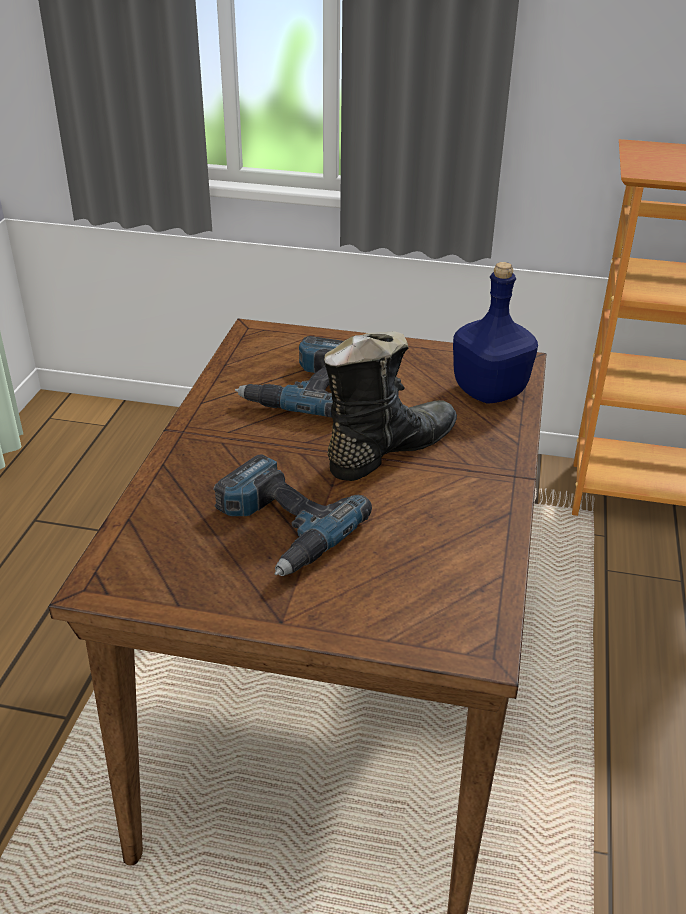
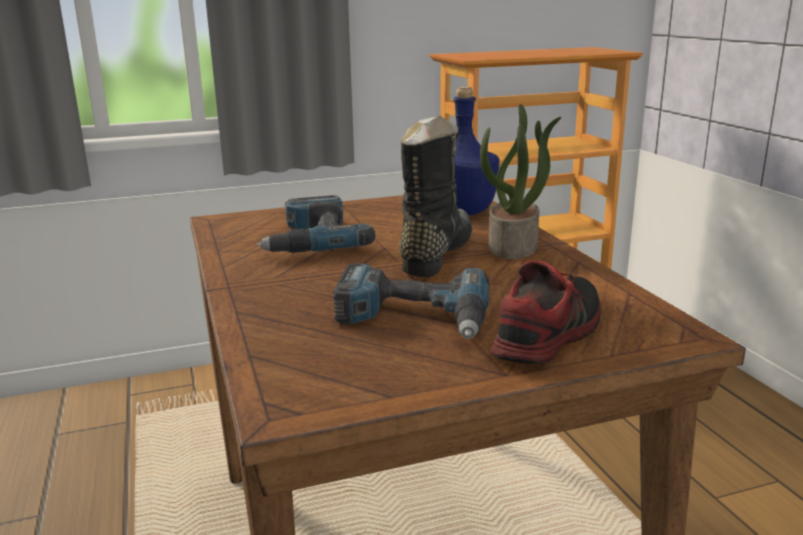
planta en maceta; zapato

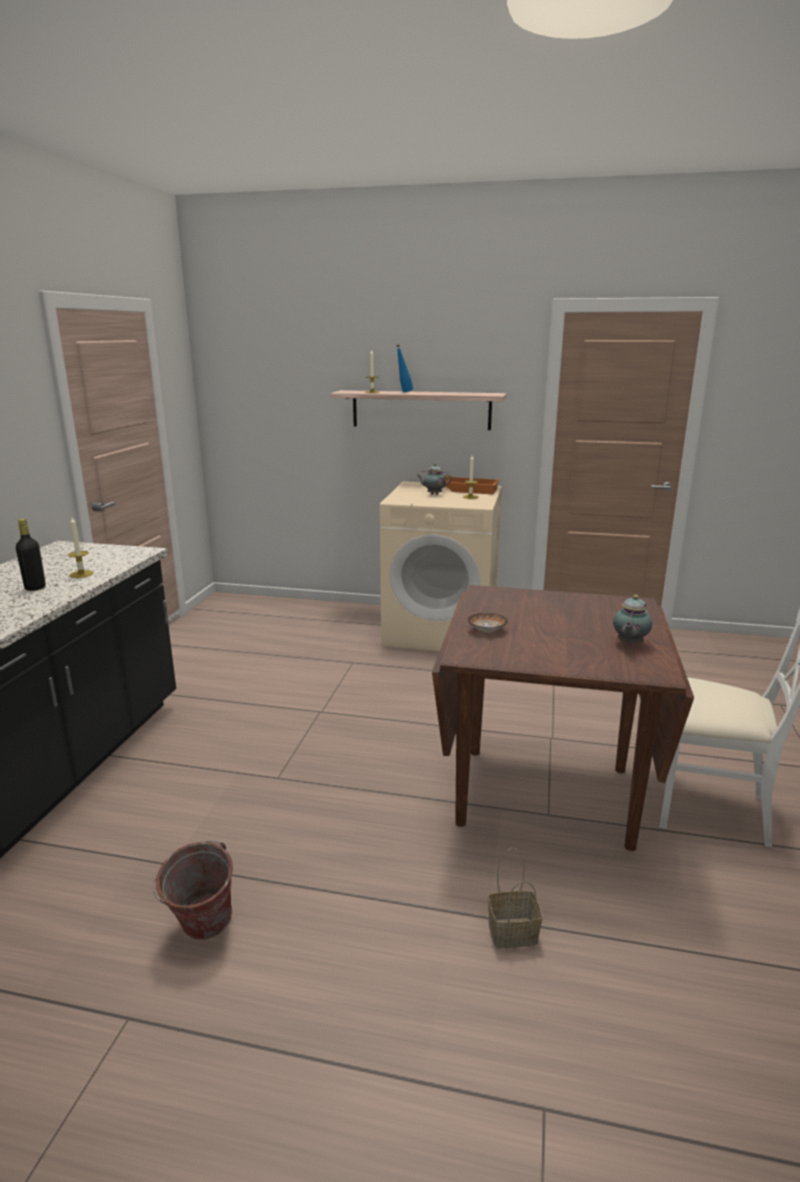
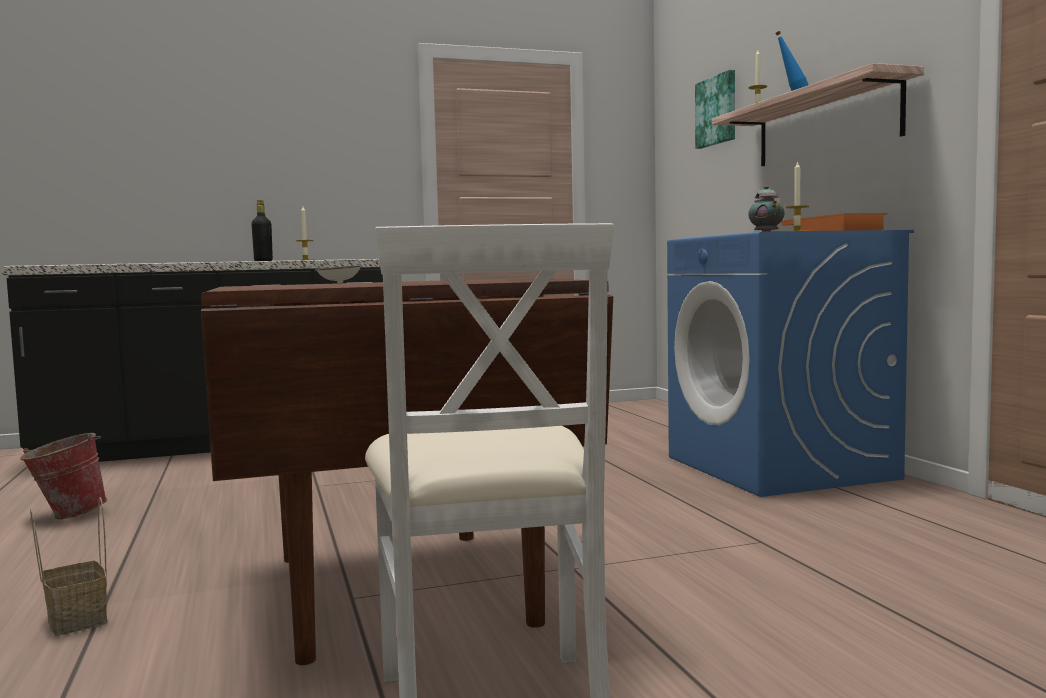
lavadora [azul]; cuadro; tetera (2nd from left in the first image)

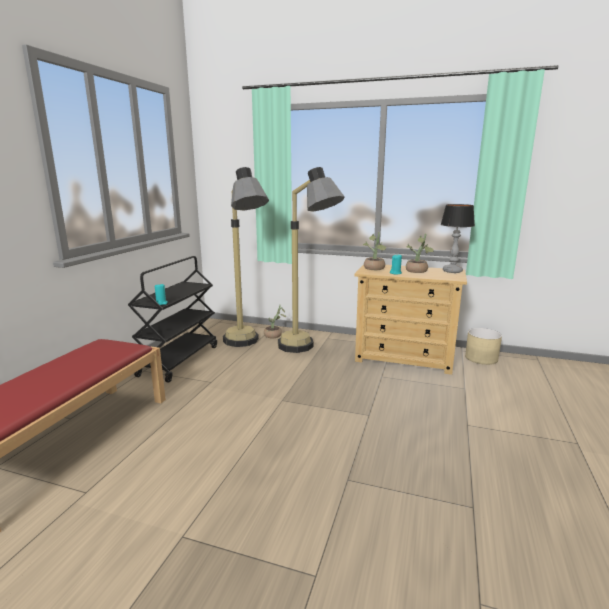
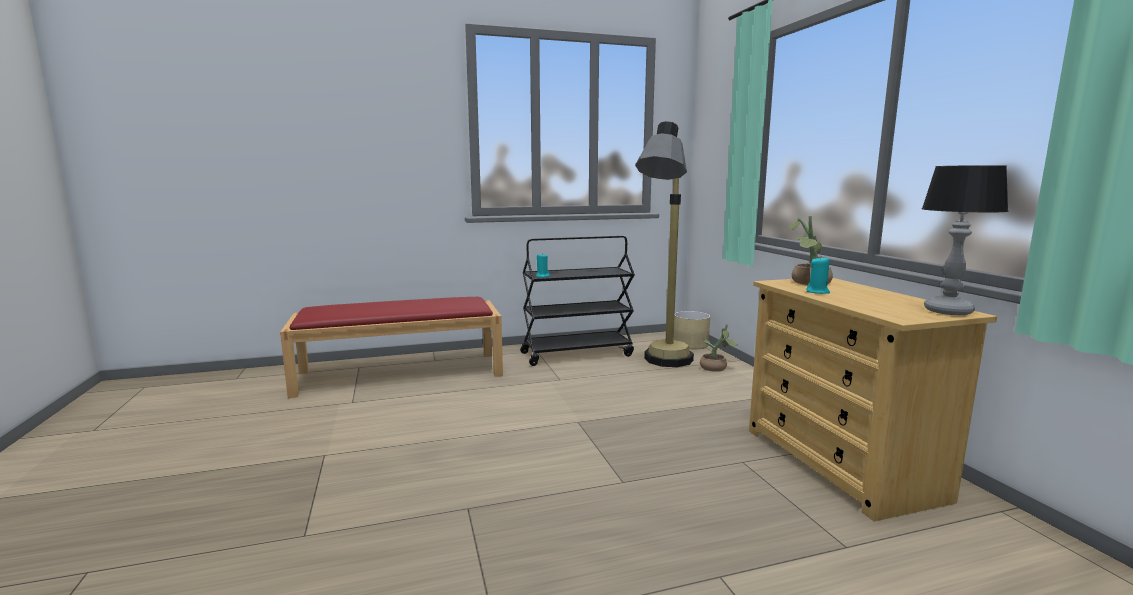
maceta [beis]; lámpara de pie (2nd from left in the first image); planta en maceta (3rd from left in the first image)

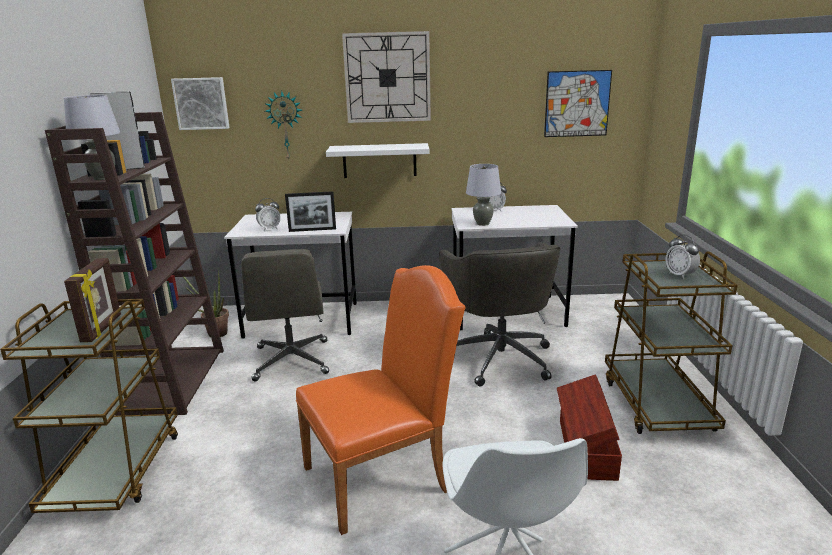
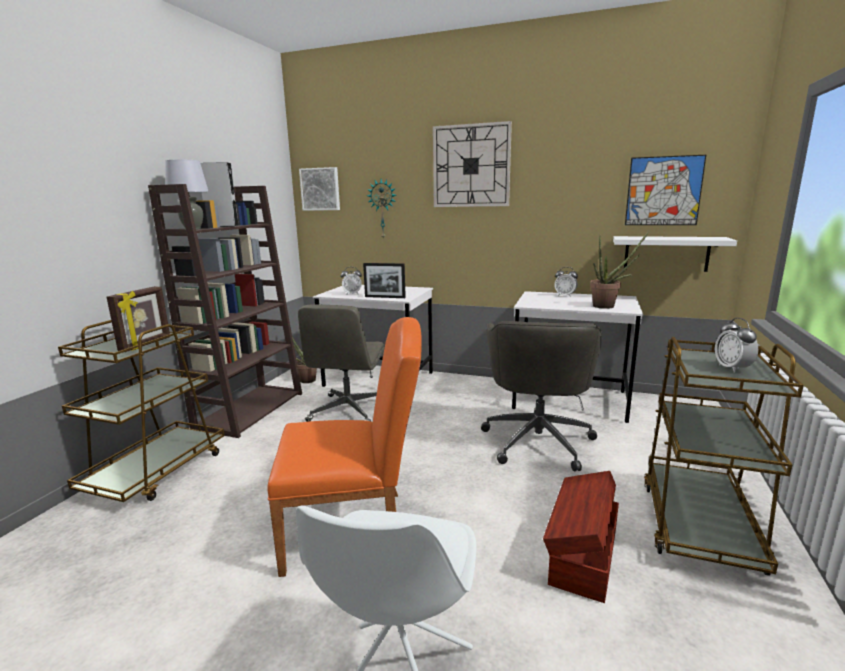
planta en maceta (2nd from left); estante [blanco]; lámpara de mesa [gris] (2nd from left in the first image)

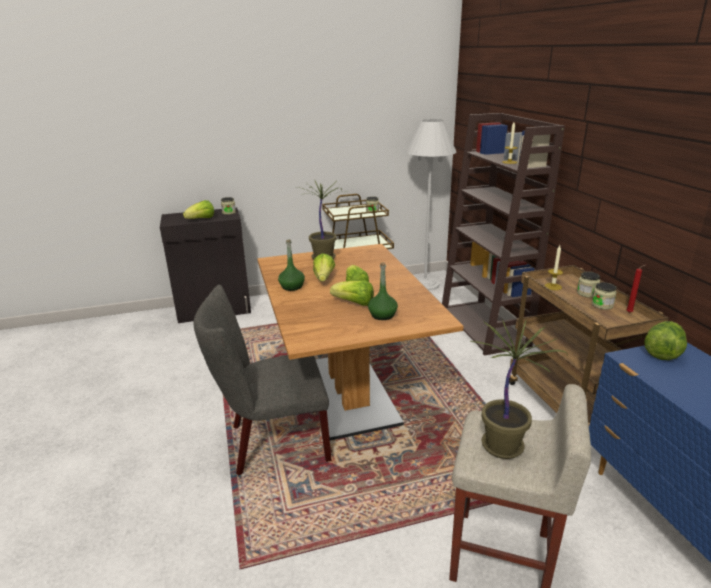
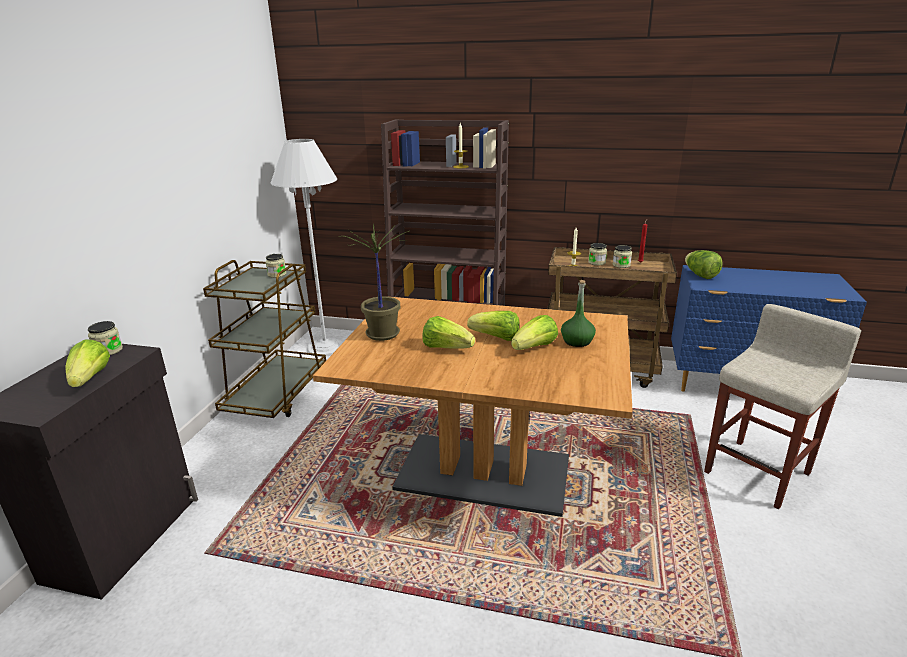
silla [gris]; botella [verde] (1st from left in the first image); planta en maceta (2nd from left in the first image)

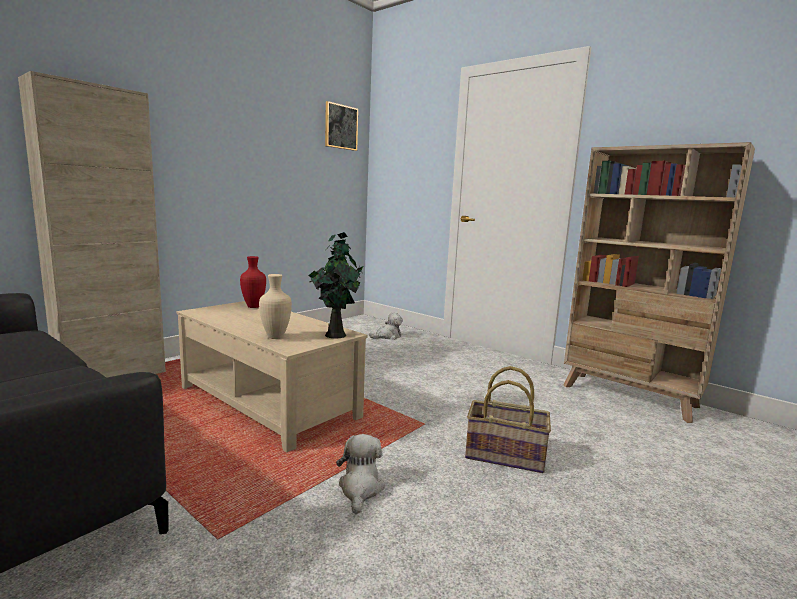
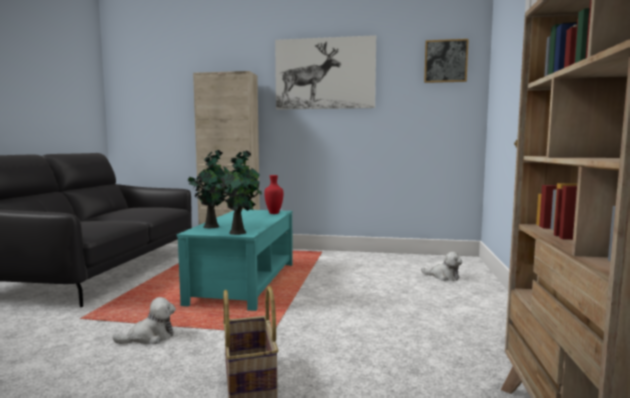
mesa de centro [turquesa]; planta en maceta (1st from left); cuadro (1st from left)

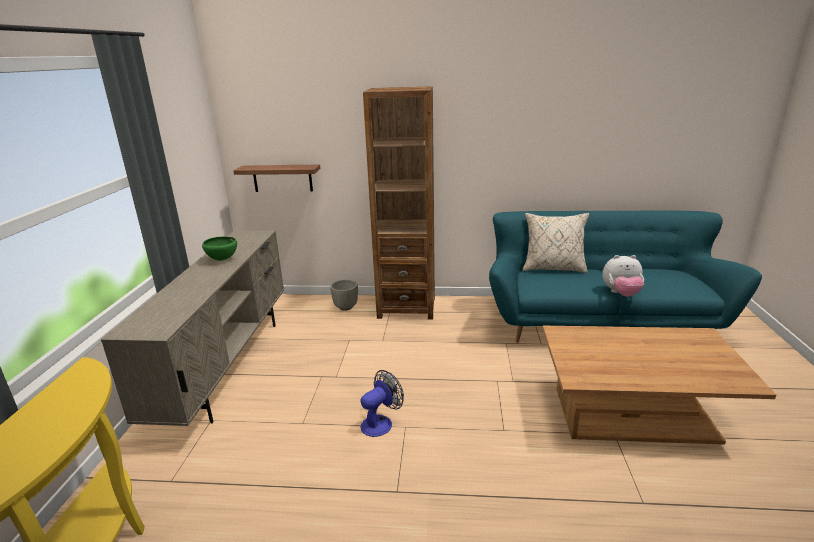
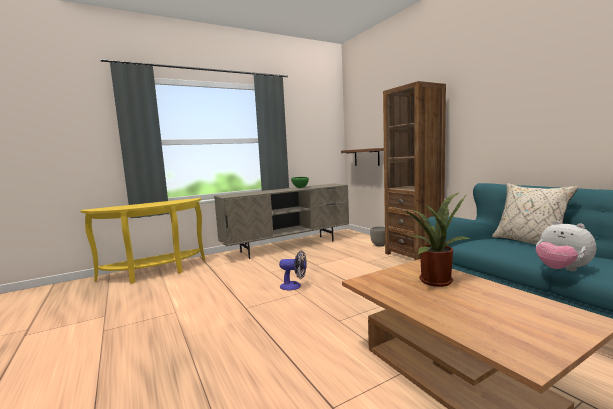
planta en maceta

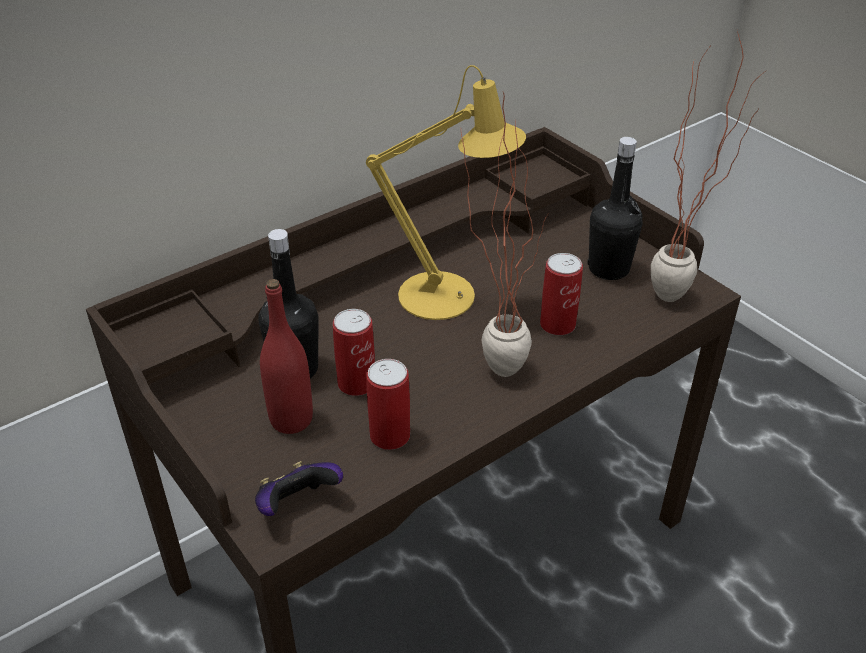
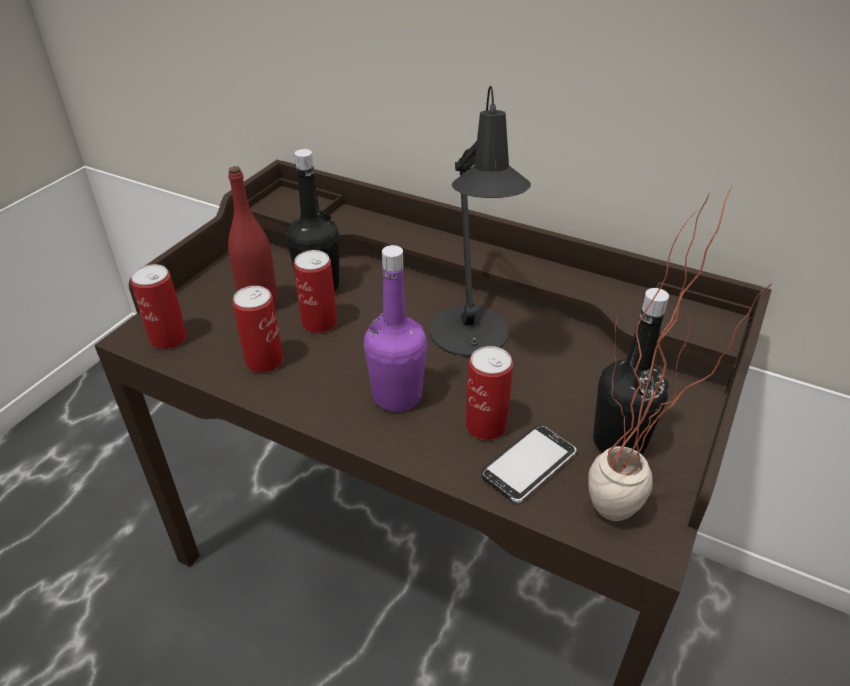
lata (1st from left); botella [morado]; lámpara de mesa [negro]; móvil

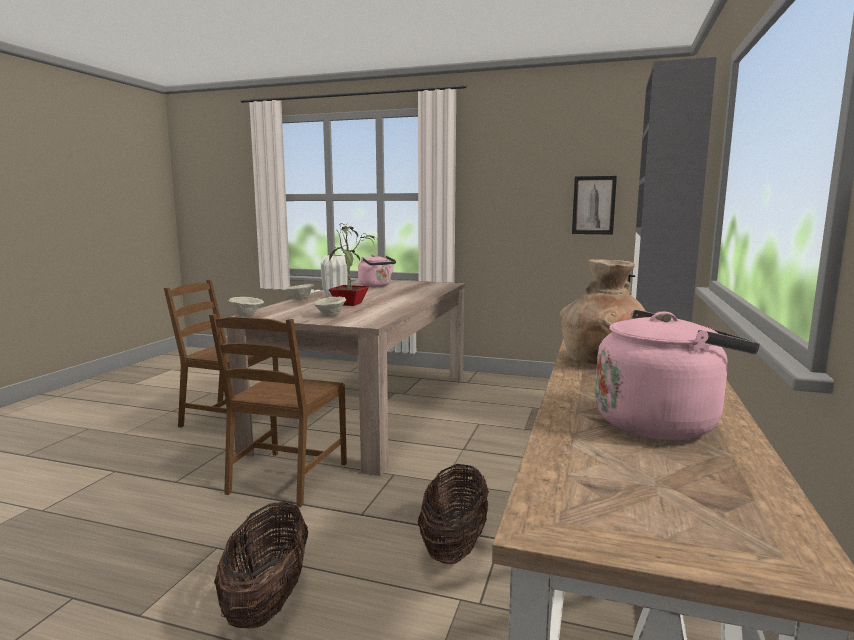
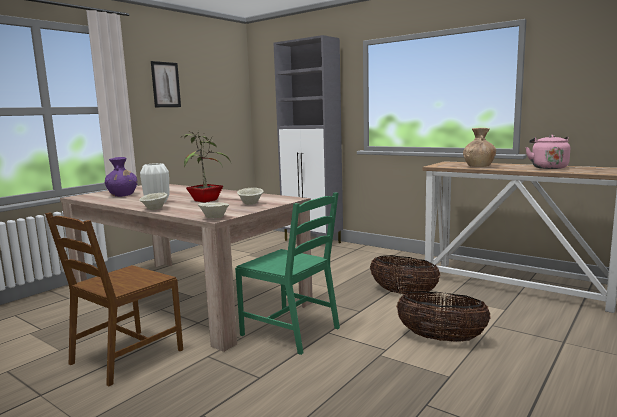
florero [morado]; cuadro; silla [verde]

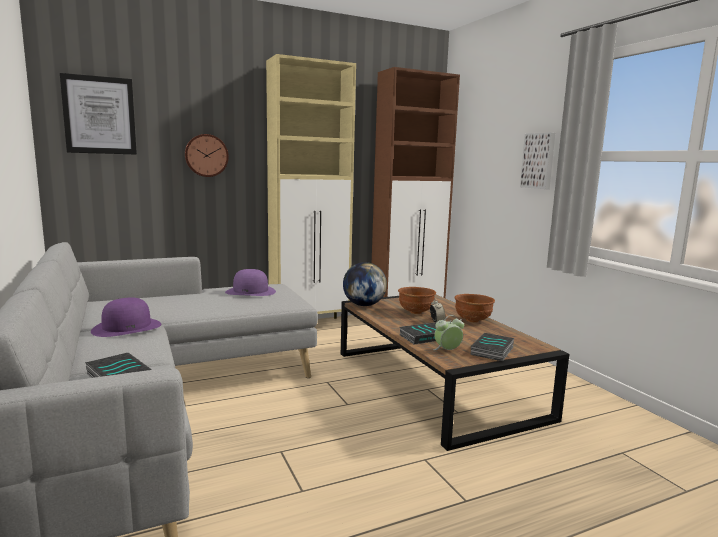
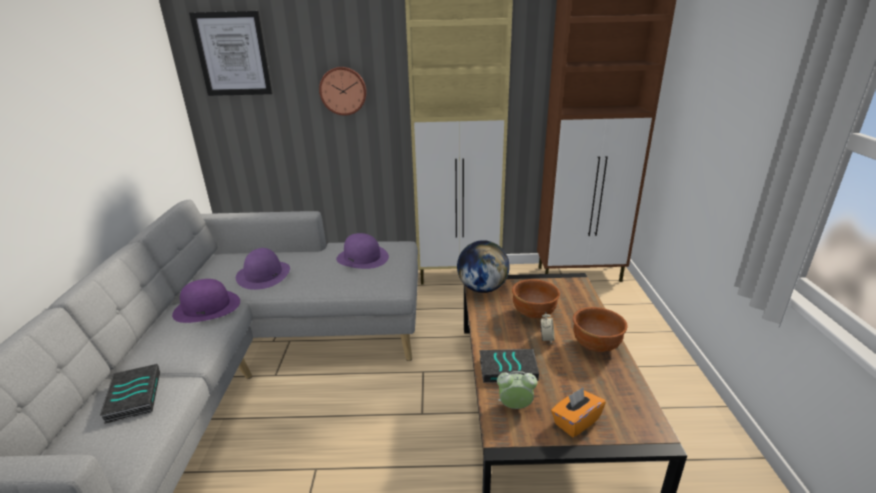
sombrero [morado] (2nd from left); caja de pañuelos [naranja]; cuadro (2nd from left in the first image)

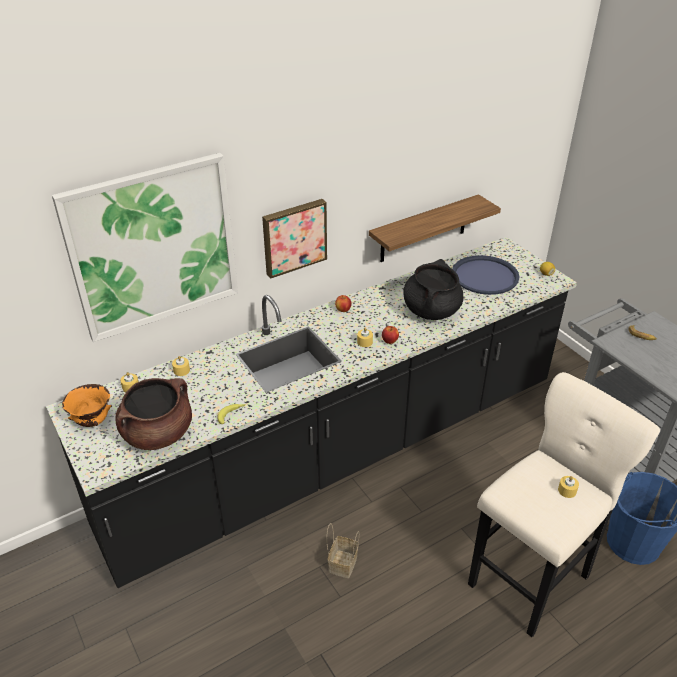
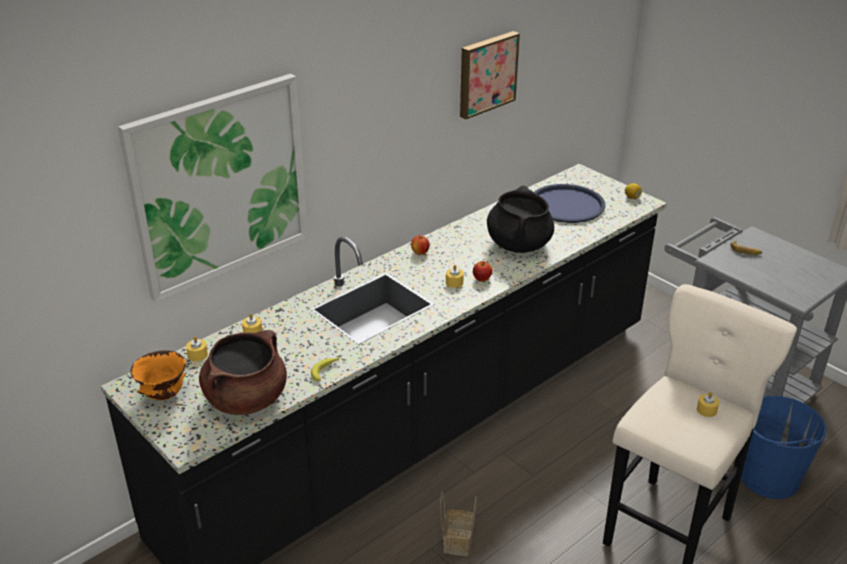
cuadro (2nd from left); estante

